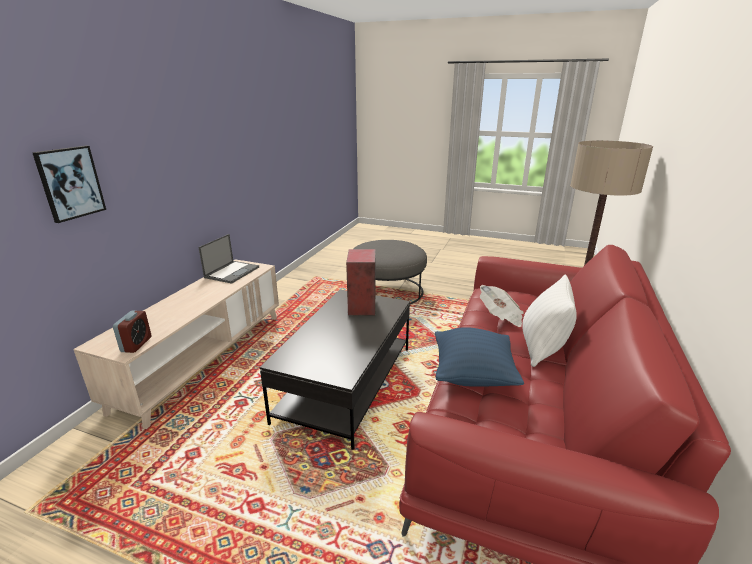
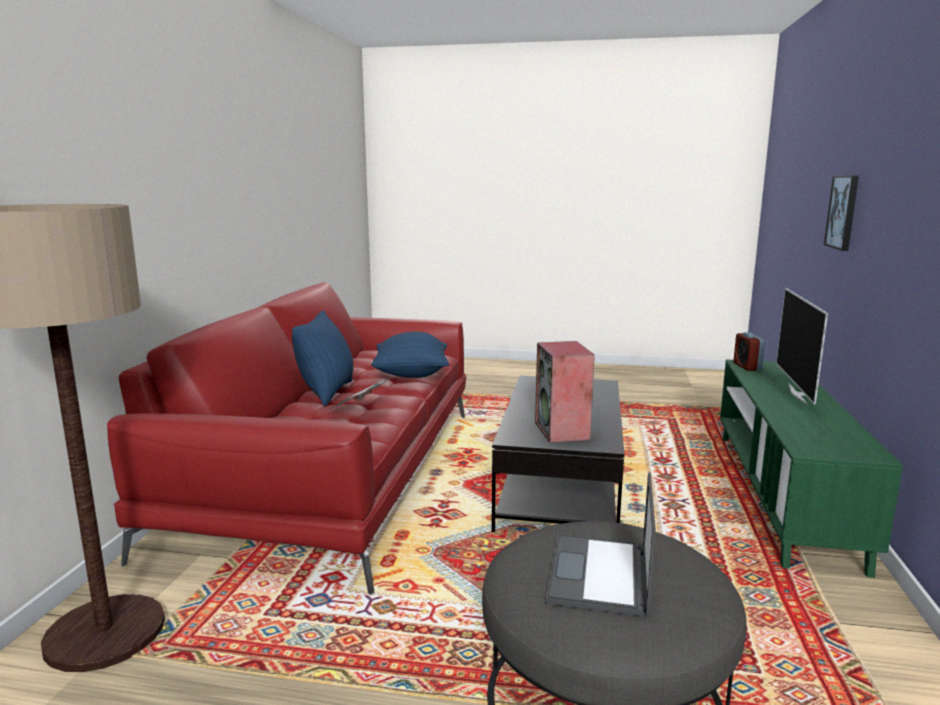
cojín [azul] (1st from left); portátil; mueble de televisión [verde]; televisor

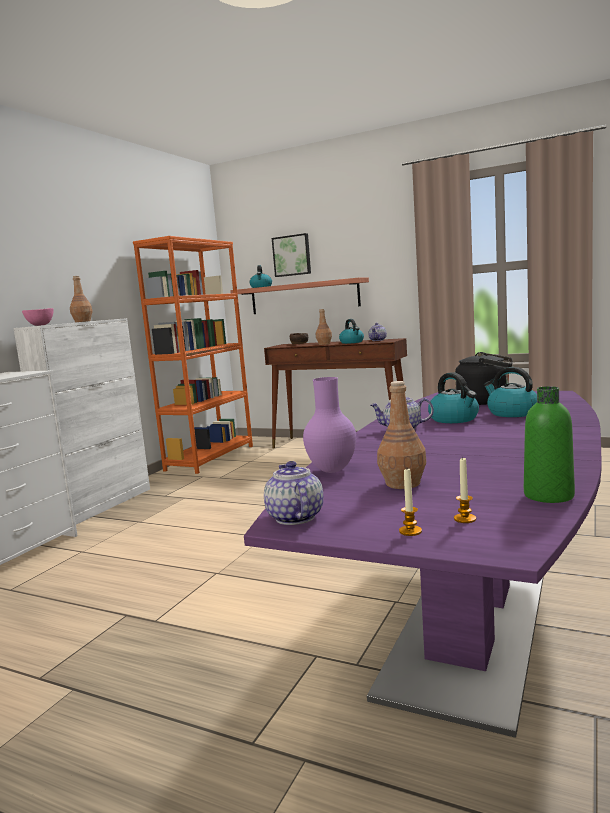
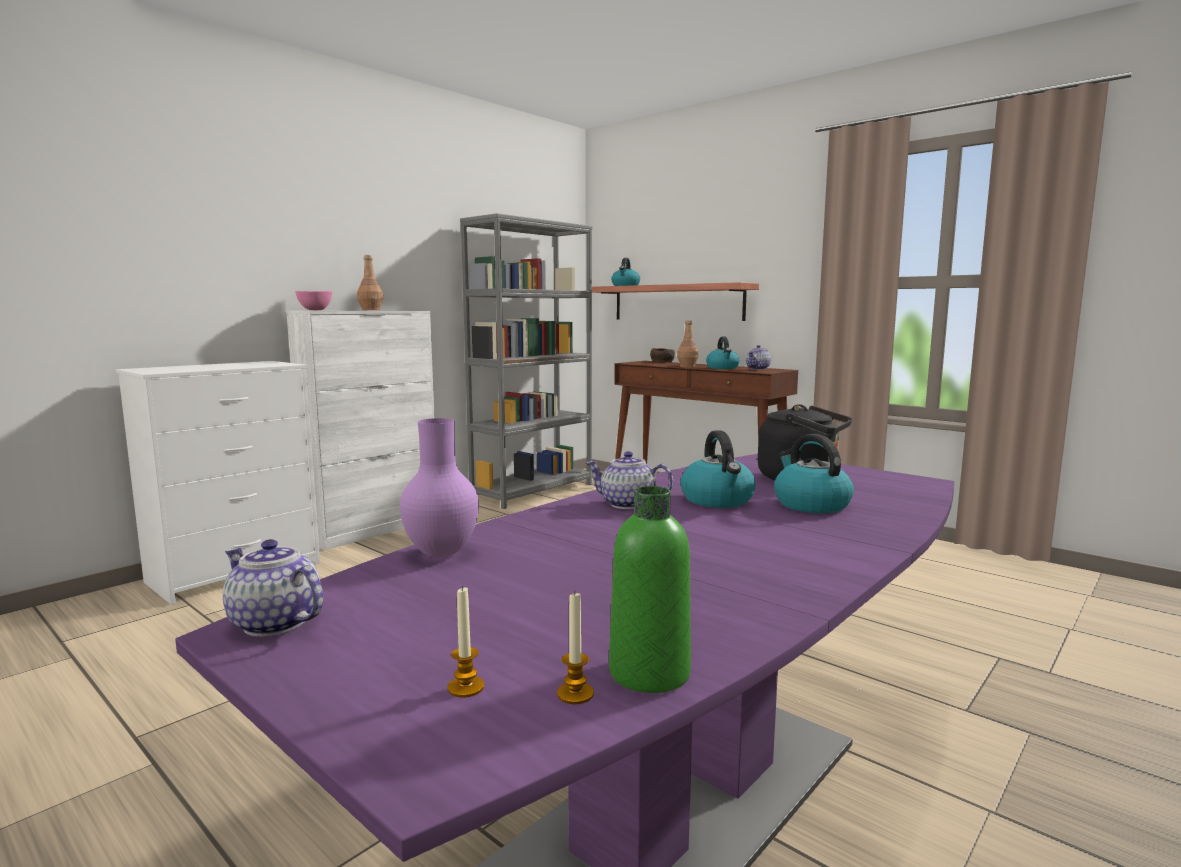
tetera (1st from left); estantería [gris]; vela (2nd from left); cuadro; botella [marrón] (3rd from left in the first image)

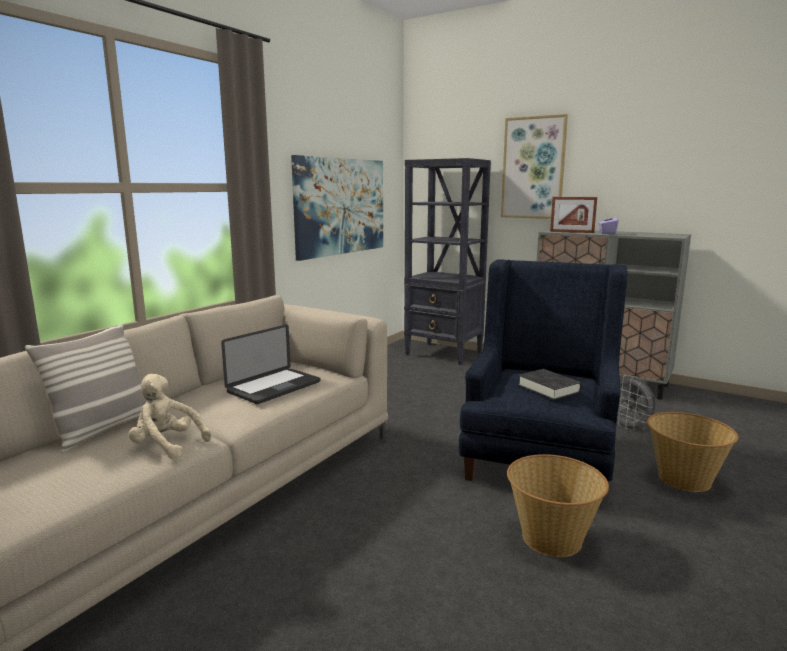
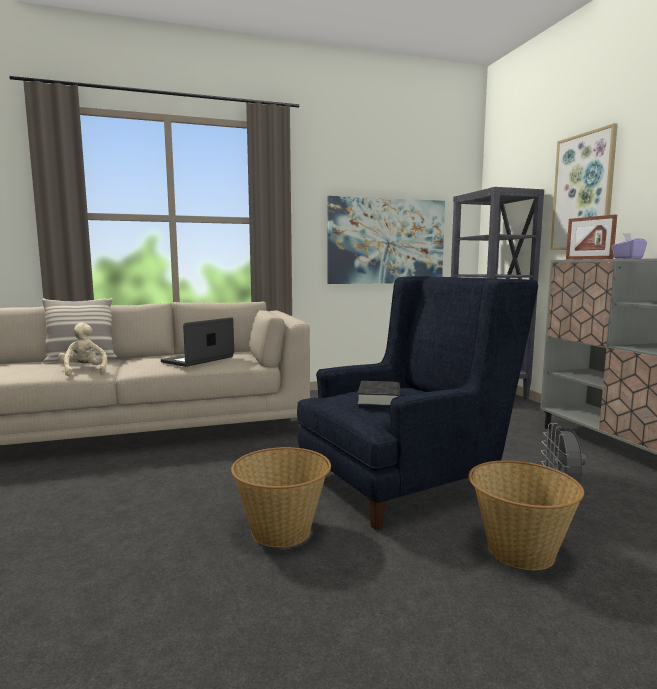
portátil

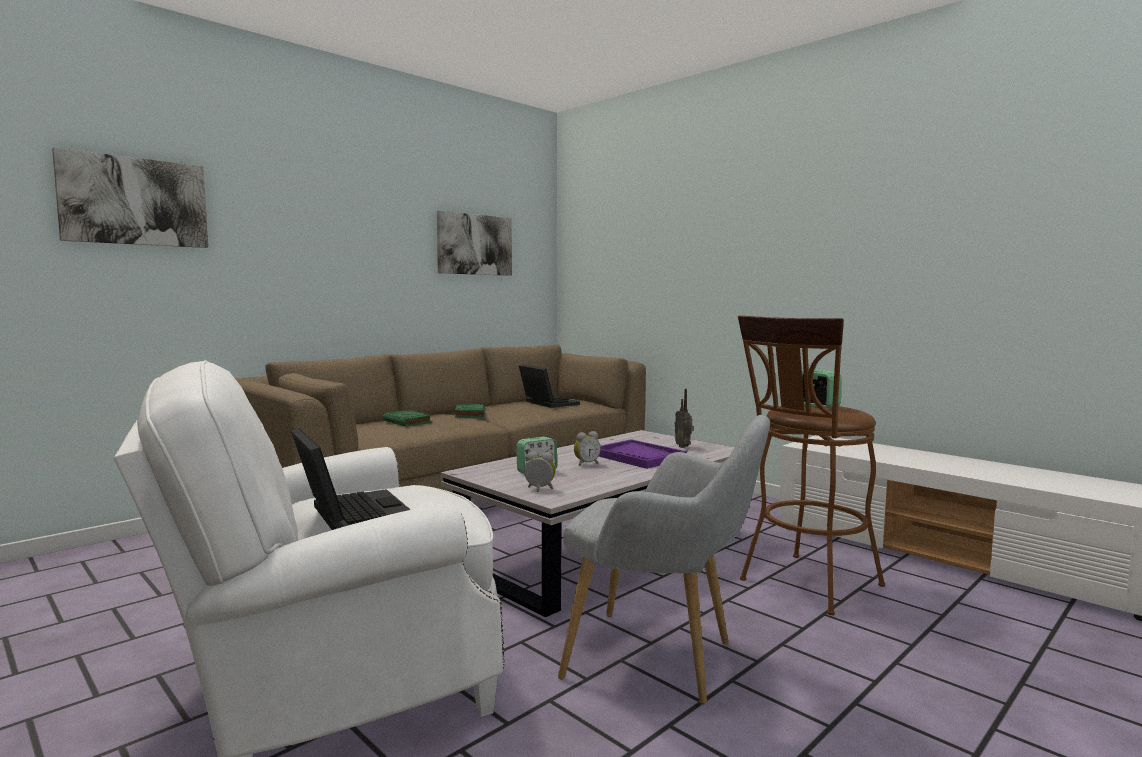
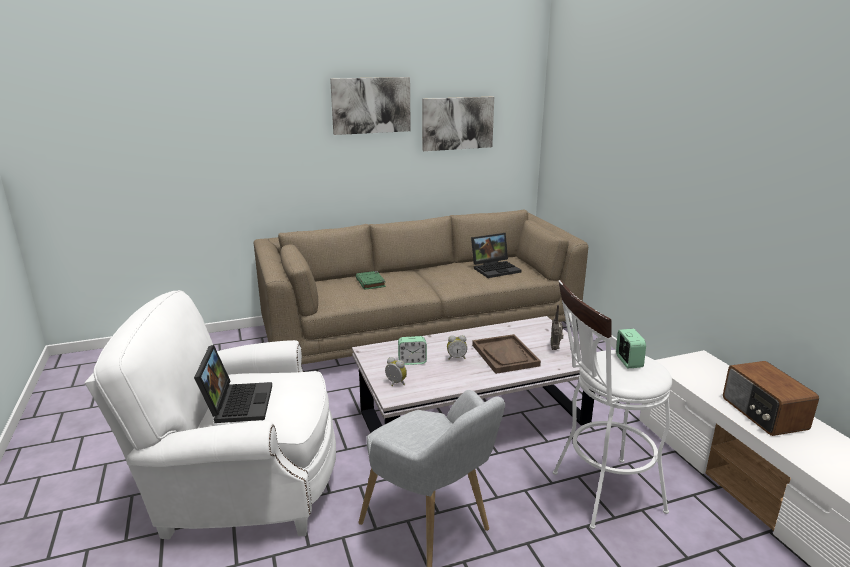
cuadro (1st from left); portátil (2nd from left); bandeja [marrón]; taburete [blanco]; radio (2nd from left); libro [verde] (2nd from left in the first image)

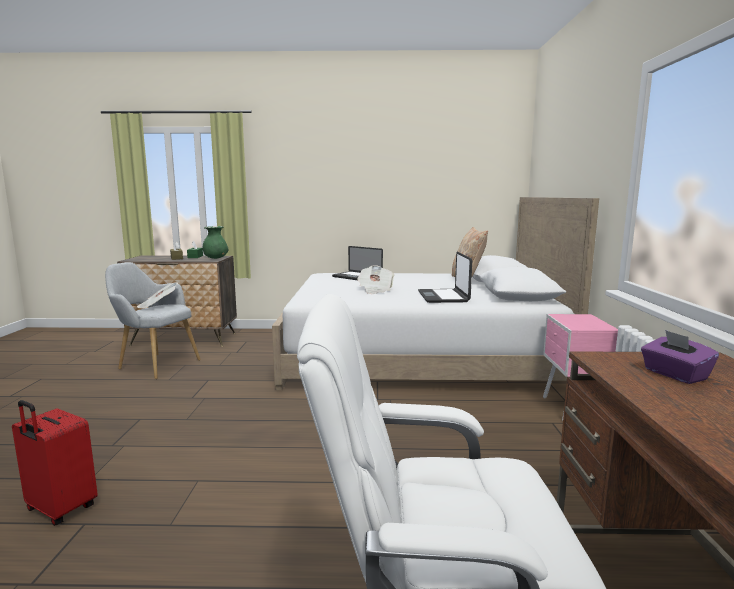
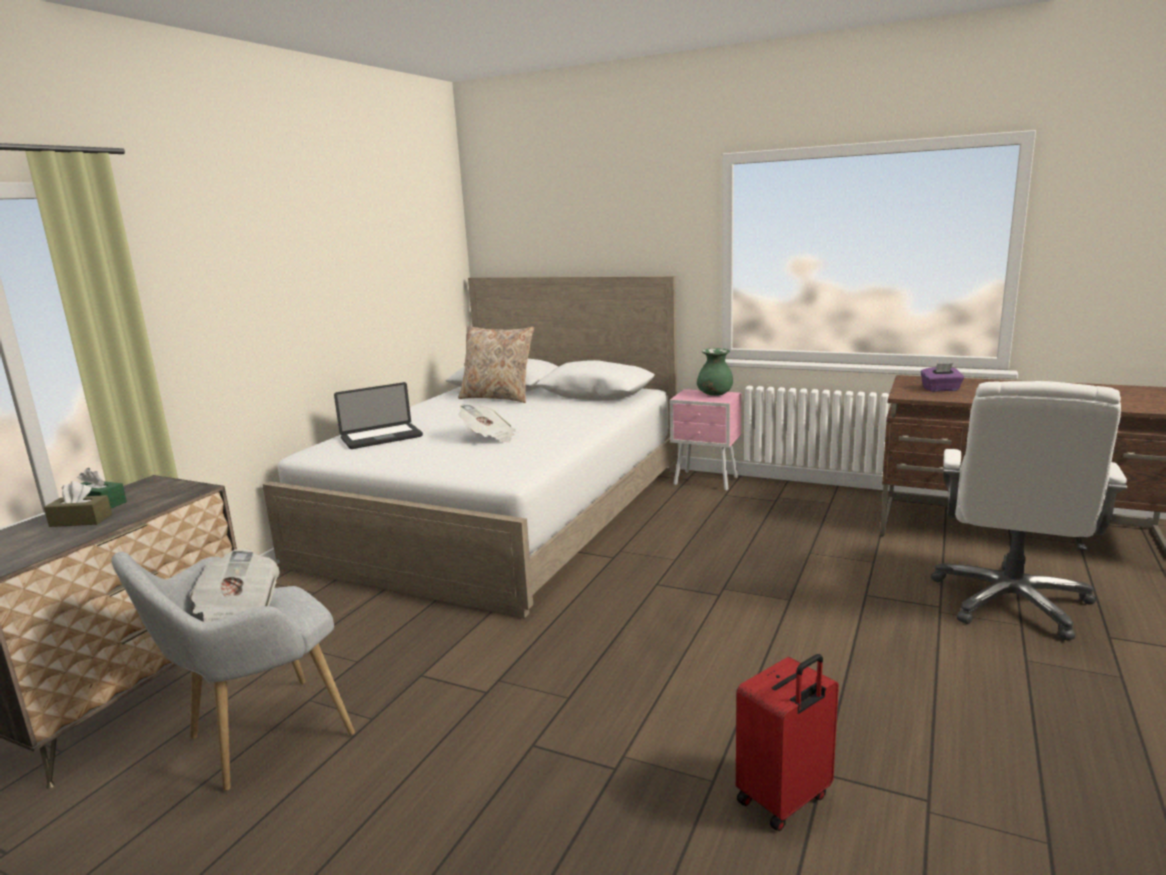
florero [verde]; portátil (2nd from left in the first image)

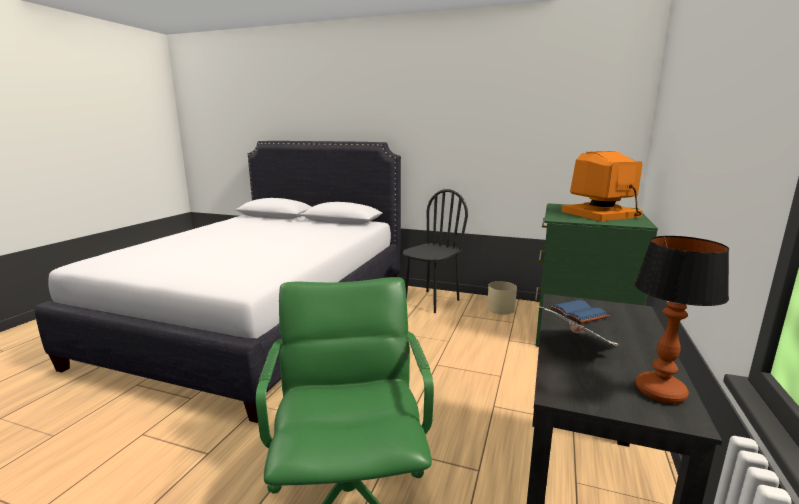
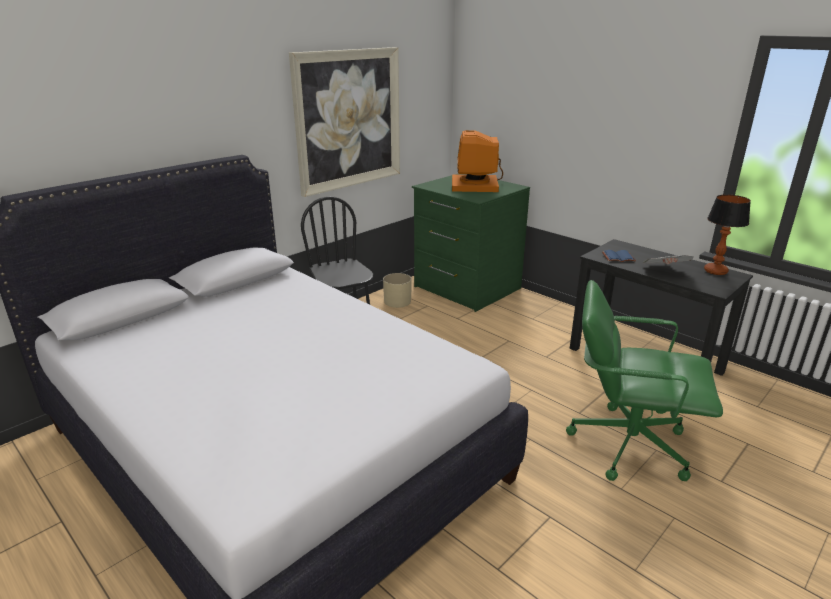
cuadro

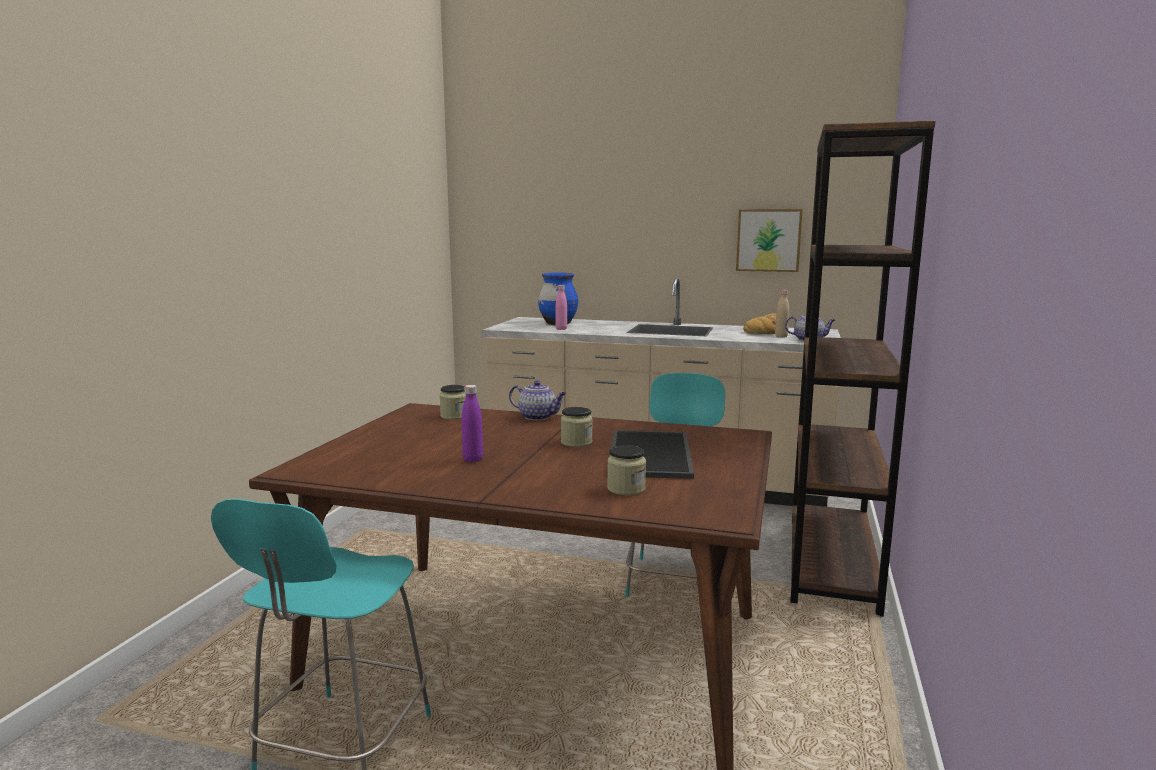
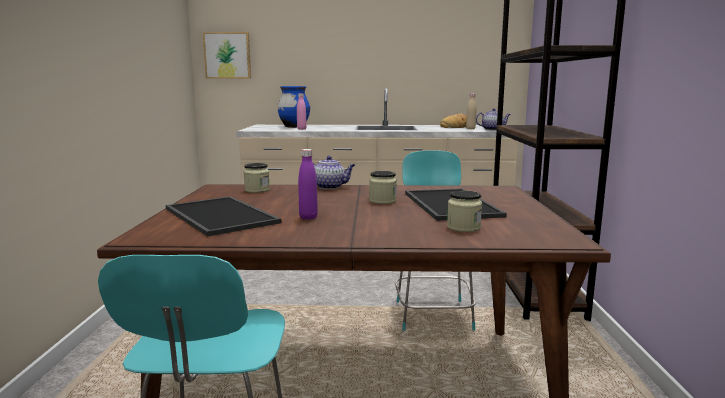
bandeja (1st from left); cuadro

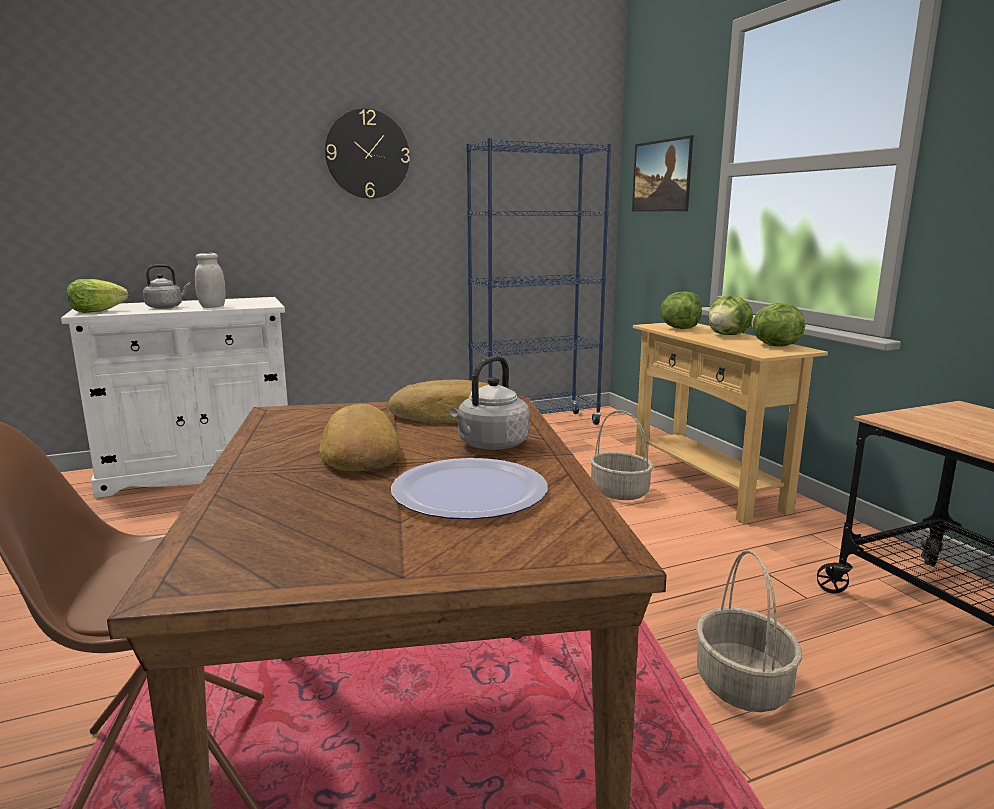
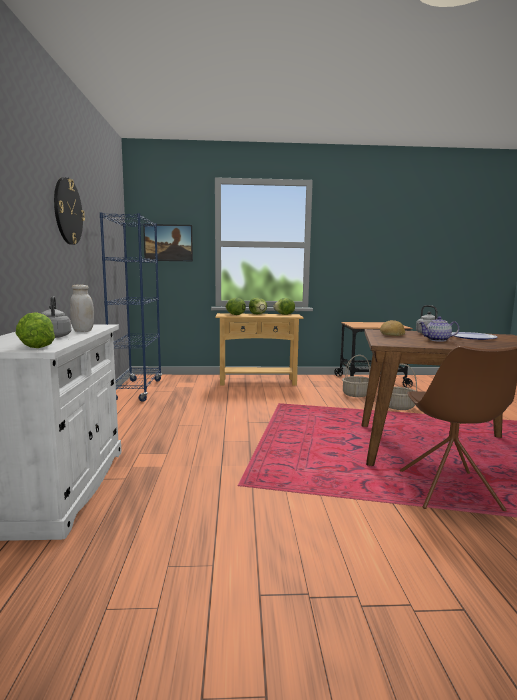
cesta (1st from left); tetera

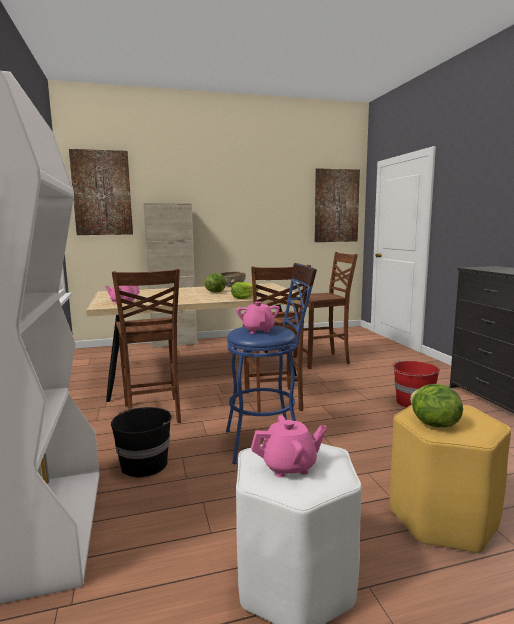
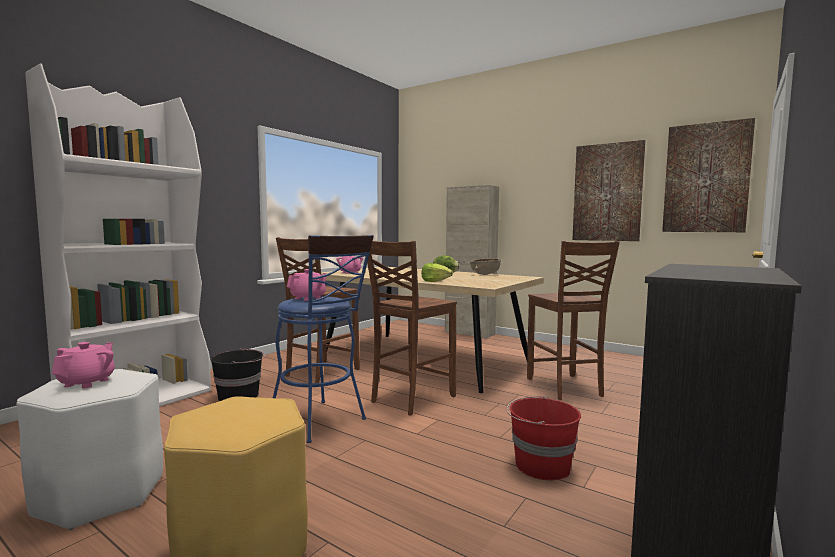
tetera [rosa] (1st from left); silla [marrón] (3rd from left); cuadro (1st from left); lechuga (3rd from left in the first image)

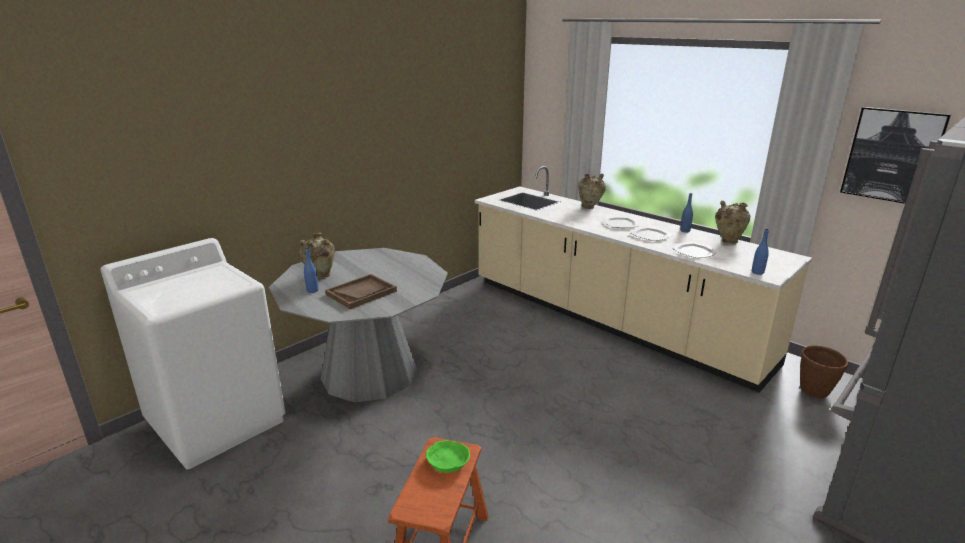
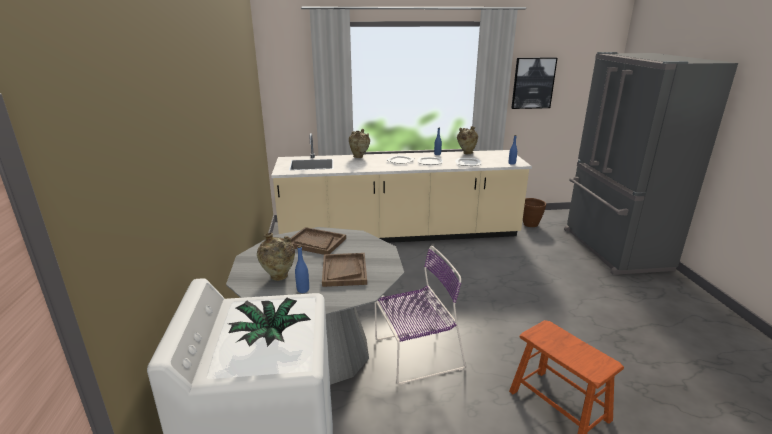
planta en maceta; bandeja [marrón] (1st from left); silla [morado]; cuenco [verde]

